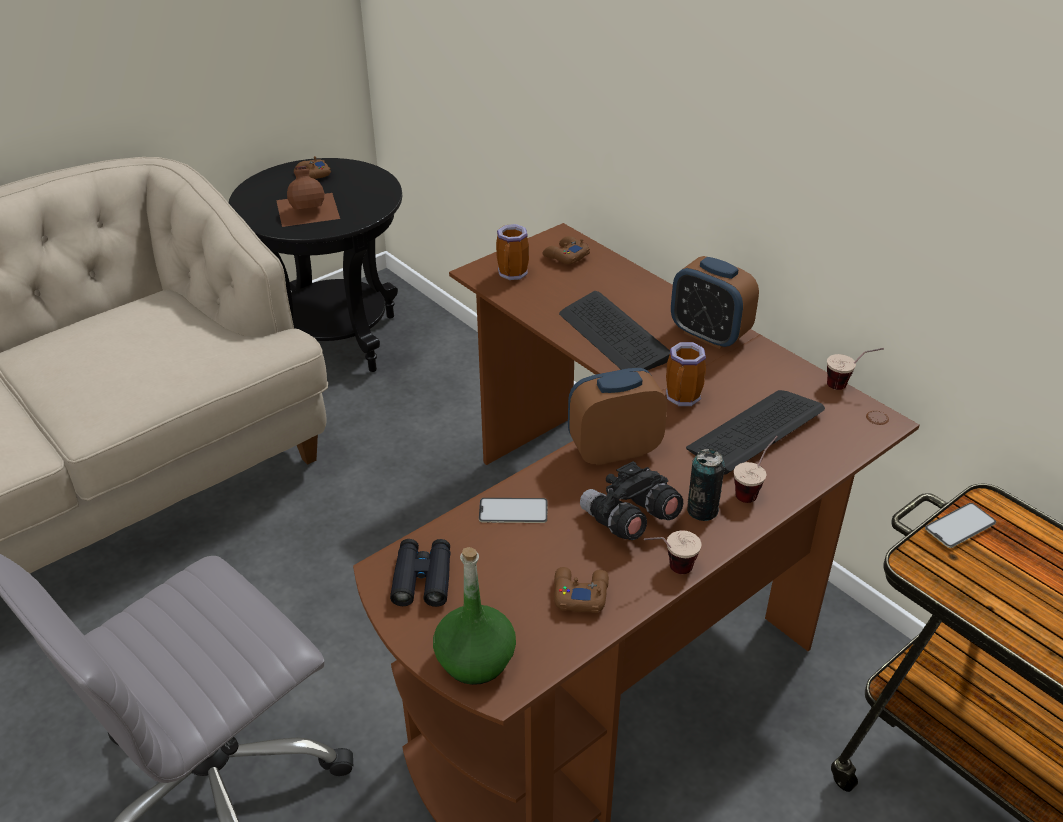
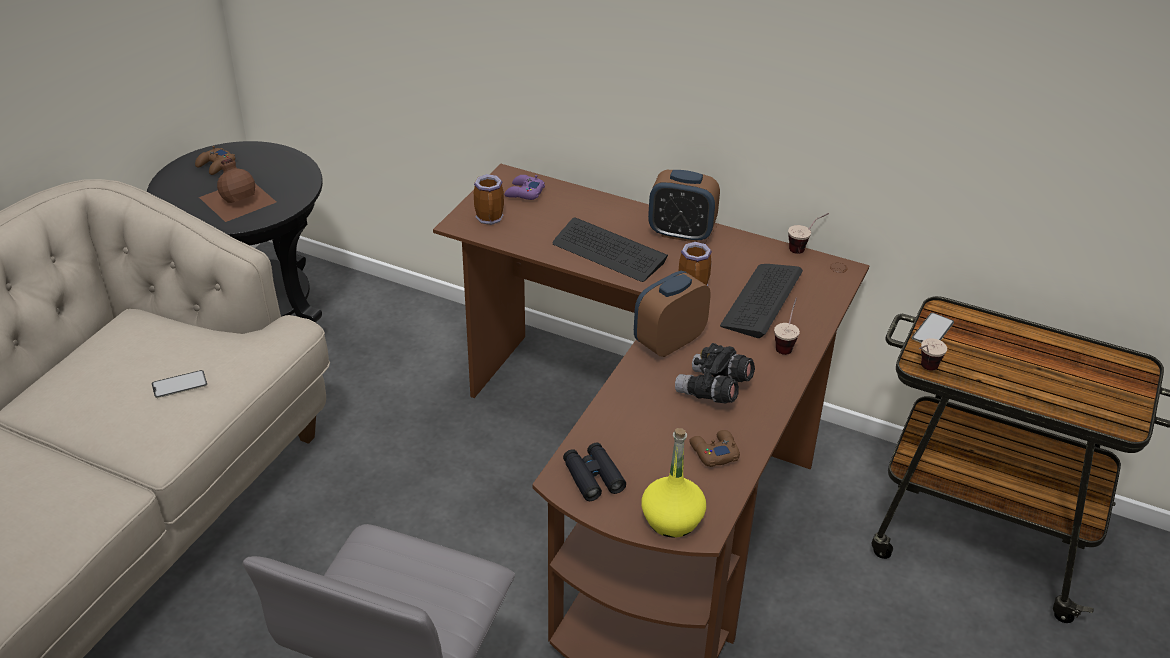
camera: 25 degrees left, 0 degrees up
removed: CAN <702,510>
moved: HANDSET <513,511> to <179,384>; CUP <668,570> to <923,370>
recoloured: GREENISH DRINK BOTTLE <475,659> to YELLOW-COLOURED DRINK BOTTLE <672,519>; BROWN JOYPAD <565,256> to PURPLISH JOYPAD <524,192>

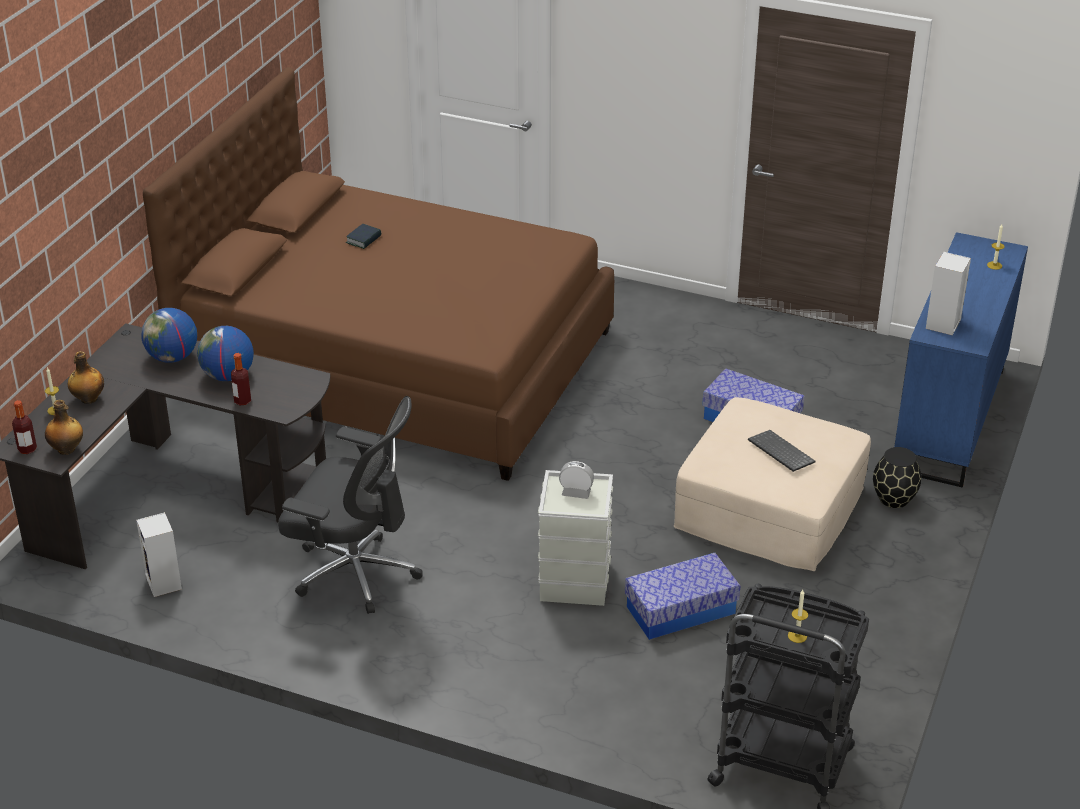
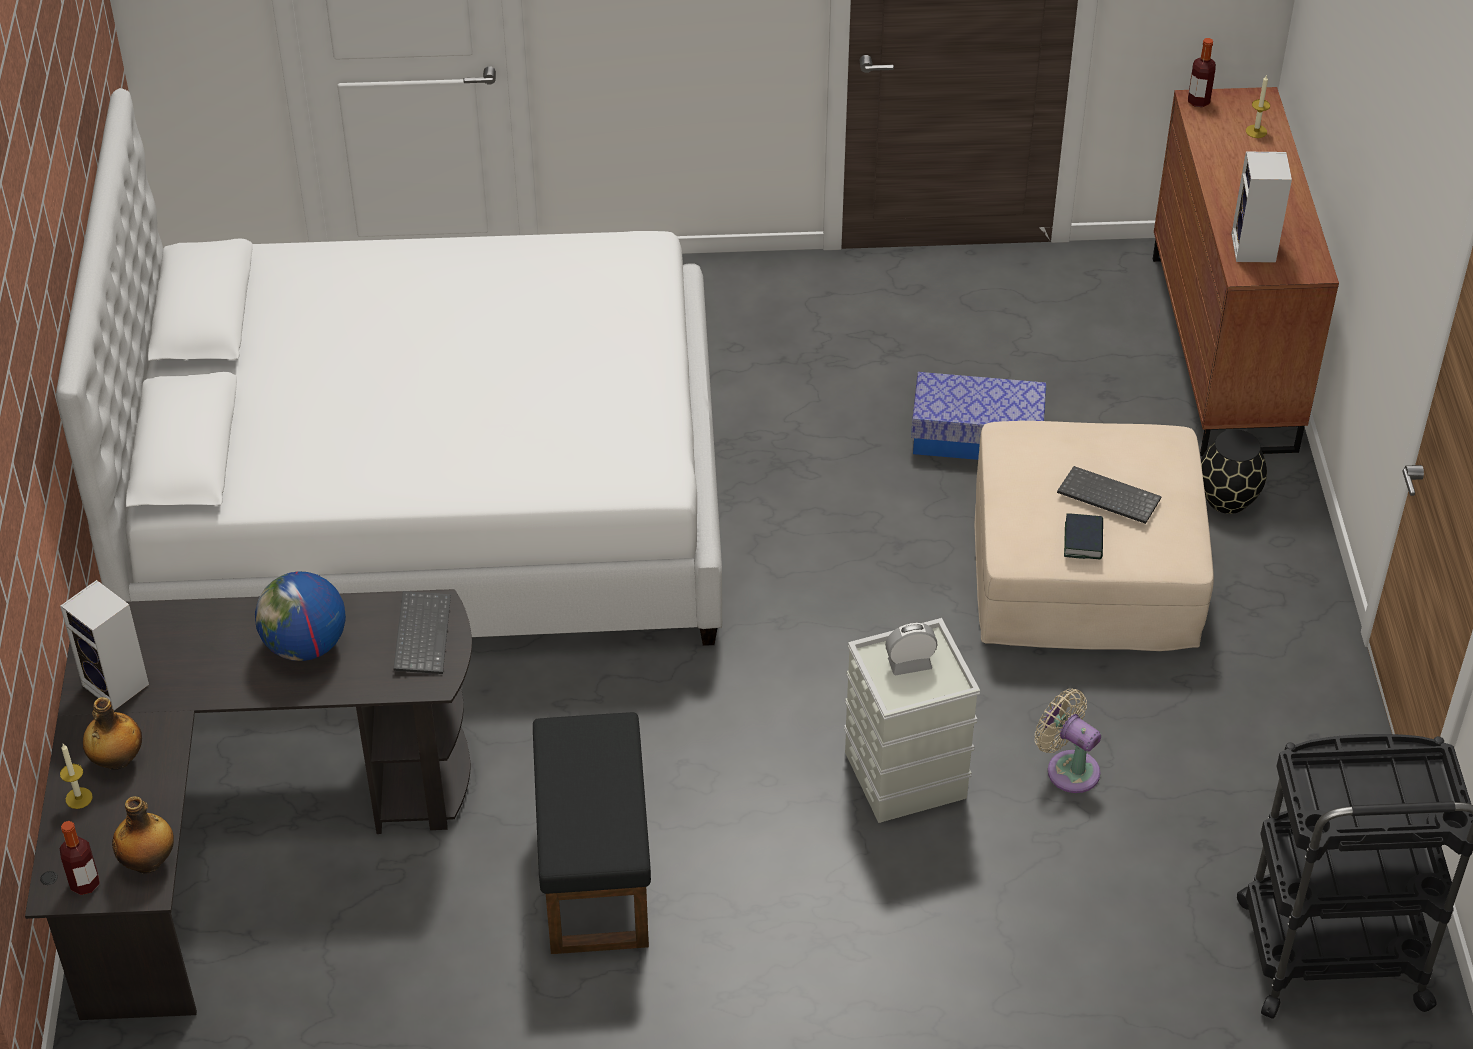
camera: 25 degrees left, 10 degrees up
removed: WORLD GLOBE <172,357>; WAX LIGHT <797,636>
added: COMPUTER KEYBOARD <420,633>
moved: SPEAKER <165,584> to <118,685>; DRINK BOTTLE <242,401> to <1198,101>; BOOK <364,239> to <1083,540>
replaced: DESK CHAIR <353,574> to BLACK POUFFE <597,875>; STORAGE BIN <680,610> to BEIGE FAN <1068,768>
recoloured: BROWN SLEEPING BED <396,362> to WHITISH SLEEPING BED <428,500>; BLUE CHEST OF DRAWERS <951,420> to BROWN CHEST OF DRAWERS <1225,352>

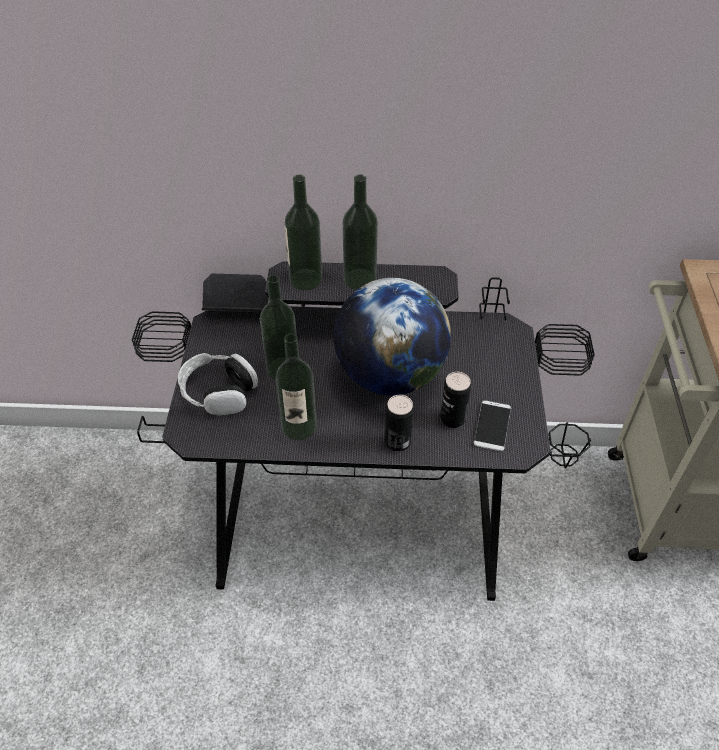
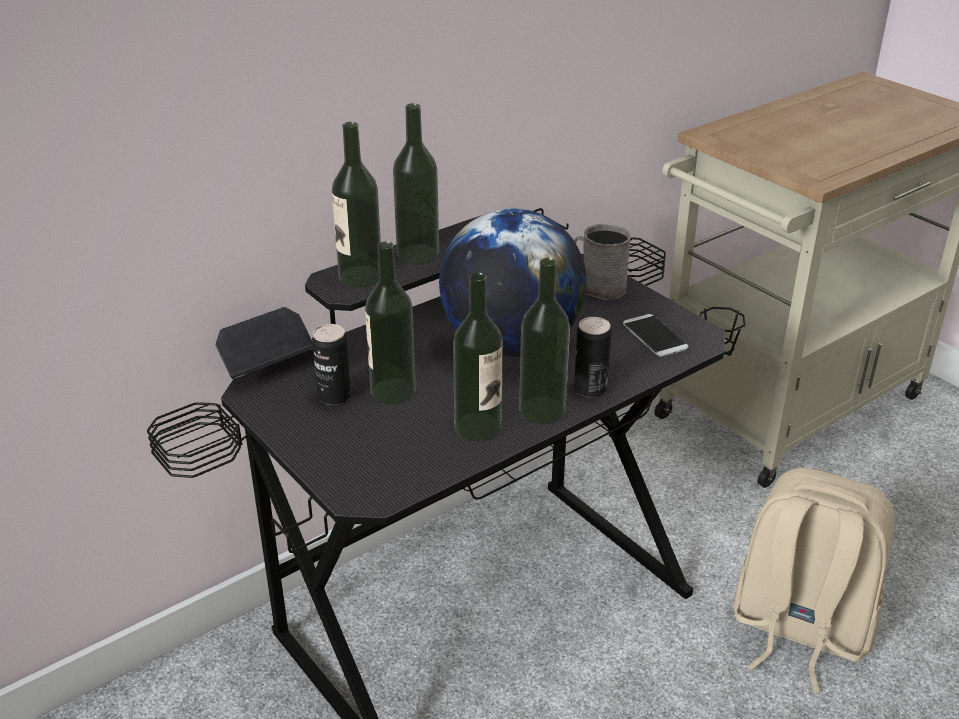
camera: 40 degrees left, 15 degrees down
removed: HEADSET <219,392>
added: DRINK BOTTLE <542,410>; GREYISH MUG <597,286>; BEIGE RUCKSACK <798,630>
moved: CAN <452,419> to <334,396>

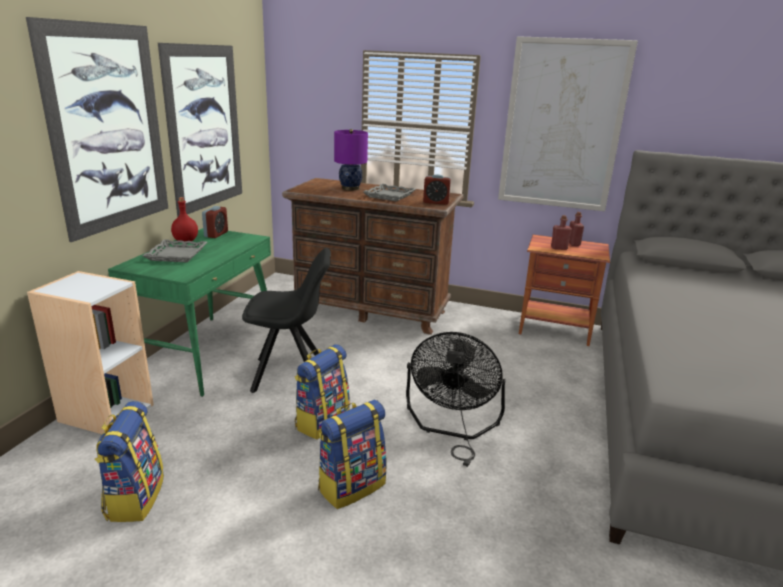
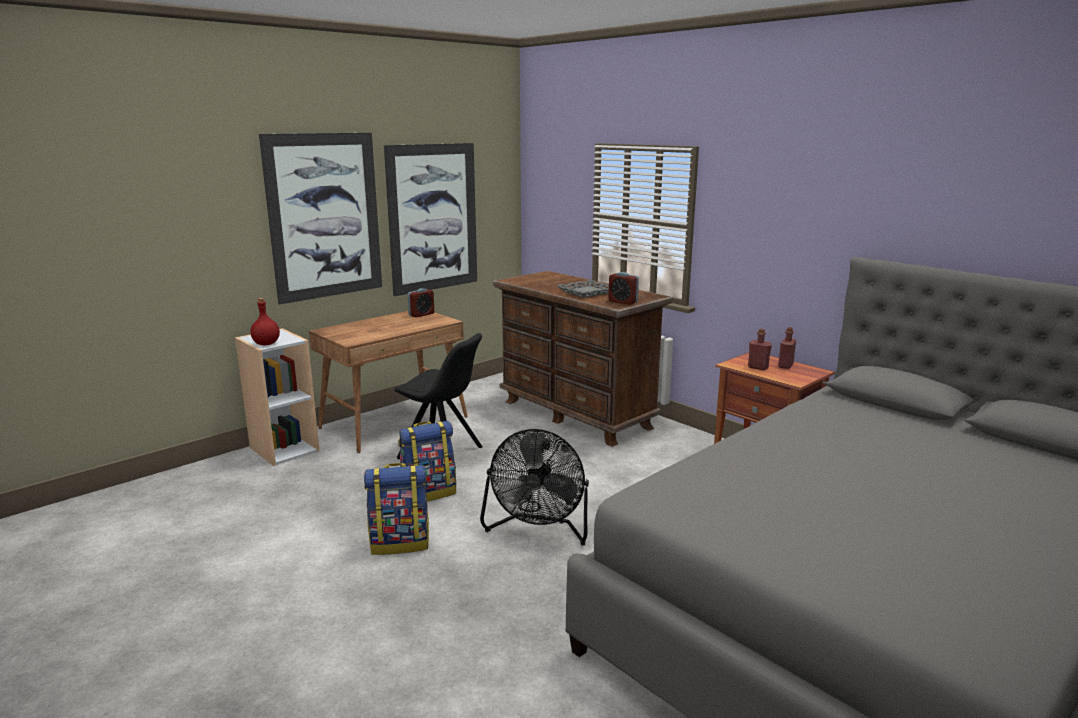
camera: 30 degrees right, 5 degrees down
removed: RUCKSACK <134,497>; GREYISH CARRYING TRAY <176,255>; PURPLISH TABLETOP LAMP <350,188>; PICTURE <562,126>
moved: RED-COLOURED DRINK BOTTLE <185,241> to <266,344>
recoloured: GREENISH DESK TABLE <207,353> to BROWN DESK TABLE <394,422>
turned: BLACK FAN <452,428> = <535,526> 150 degrees clockwise

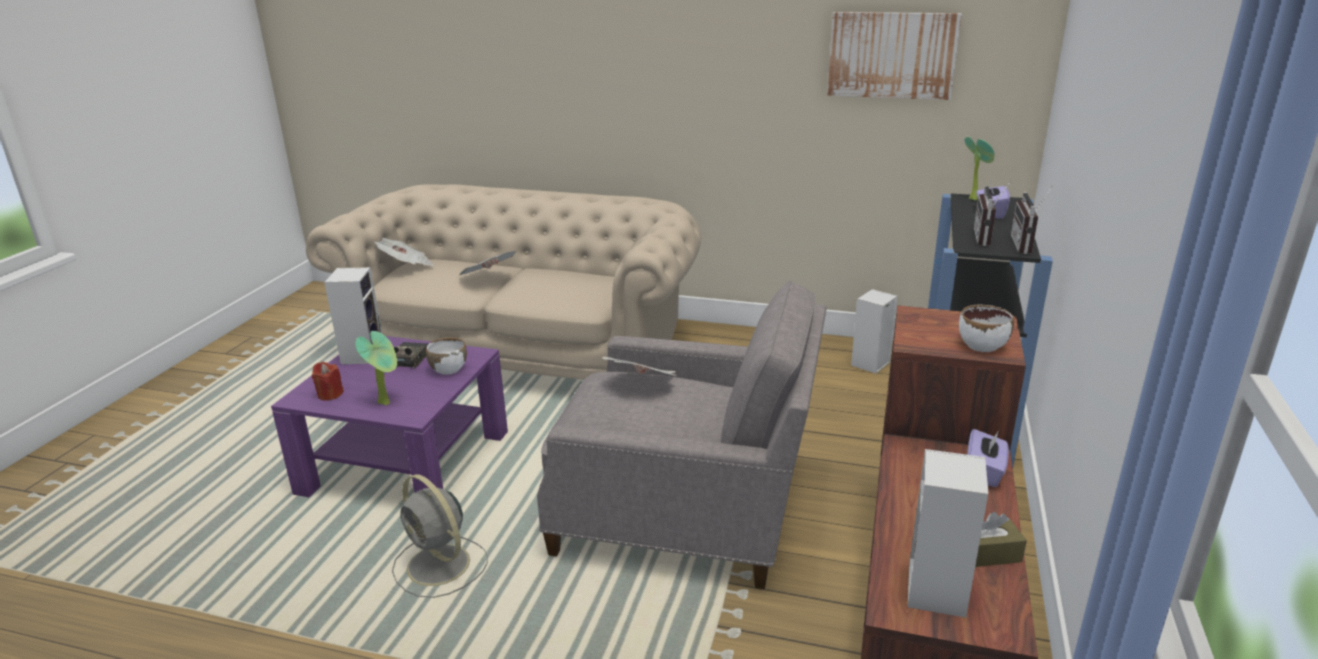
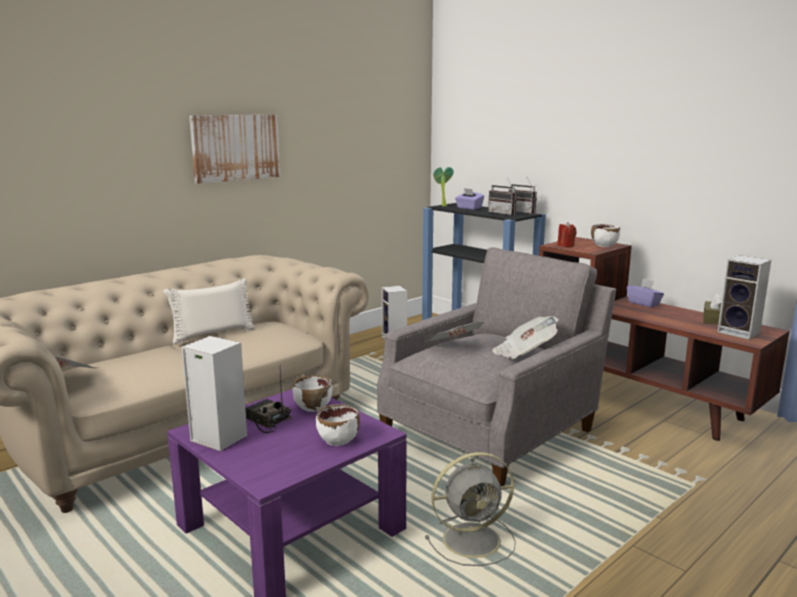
camera: 60 degrees left, 10 degrees down
added: WHITISH CUSHION <212,334>
moved: RED-COLOURED WAX LIGHT <330,394> to <566,245>; PRINTED PAPER <488,278> to <524,353>; PICTURE <892,55> to <236,147>
replaced: HOUSEPLANT <387,402> to WHITISH BOWL <338,440>

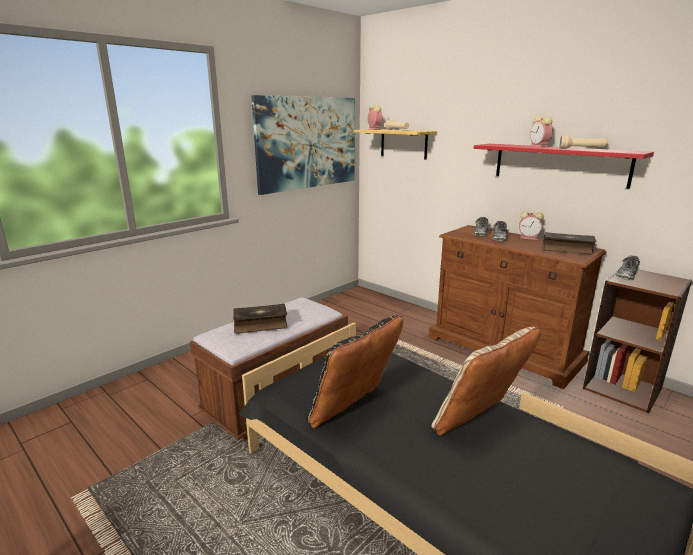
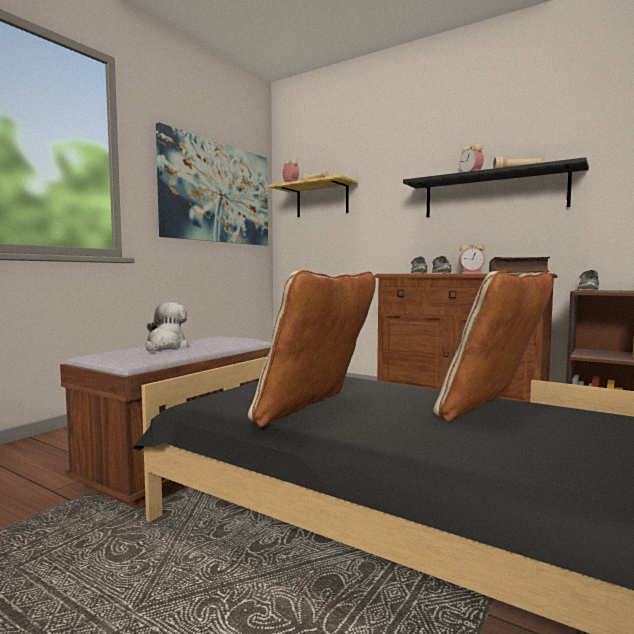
camera: 10 degrees left, 15 degrees down
replaced: BOOK <260,325> to PLUSH TOY <166,347>
recoloured: BLACK CUSHION <355,411> to BEIGE CUSHION <317,412>; RED-COLOURED SHELF <559,164> to BLACK SHELF <493,194>

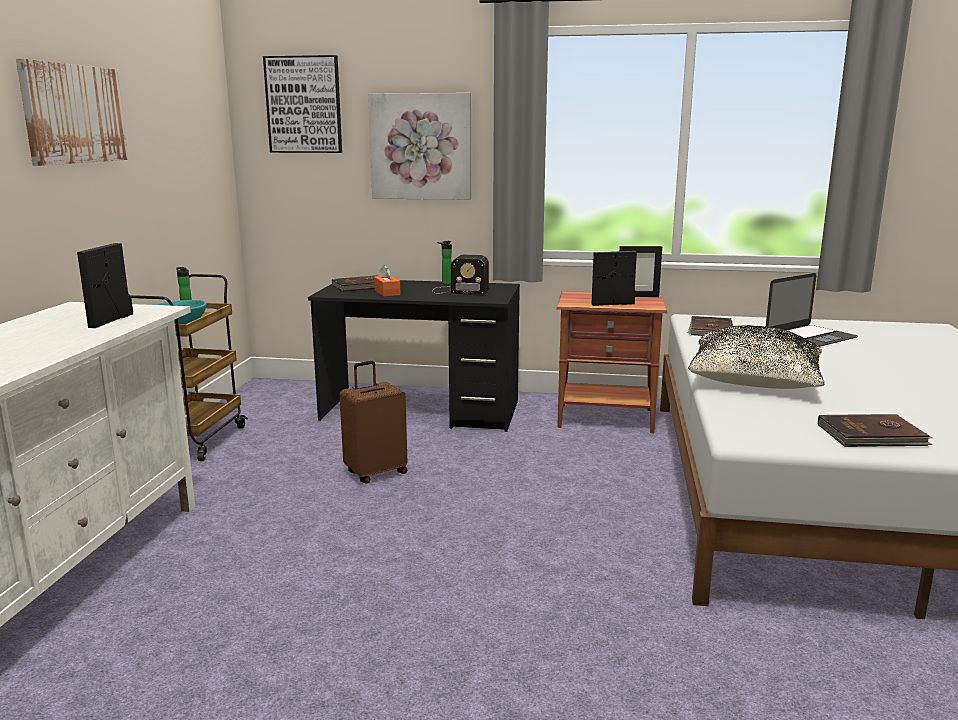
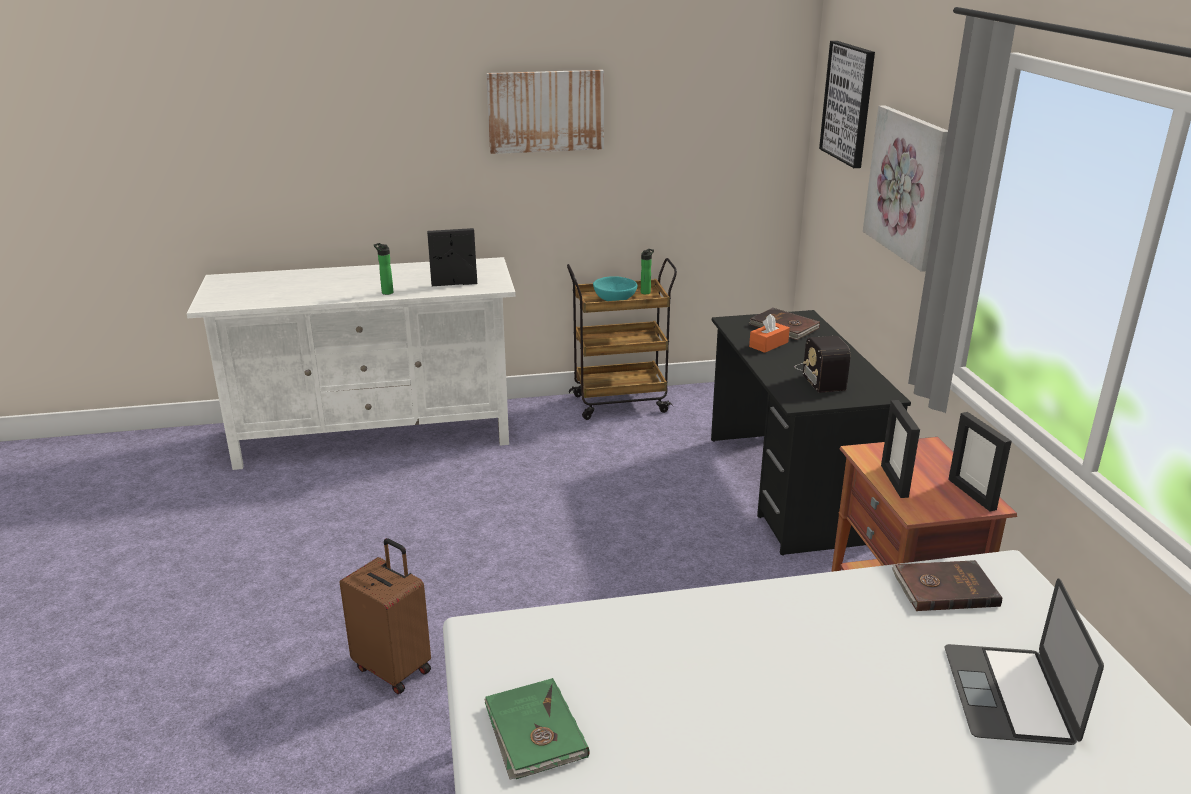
camera: 70 degrees right, 10 degrees up
removed: BEIGE CUSHION <754,378>
moved: BROWN PIECE OF LUGGAGE <375,472> to <394,668>; DRINK BOTTLE <445,283> to <386,292>
recoloured: BROWN BOOK <872,435> to GREENISH BOOK <534,732>
turned: PHOTO FRAME <613,304> = <895,481> 150 degrees counterclockwise; PORTABLE COMPUTER <810,336> = <1009,694> 60 degrees clockwise

